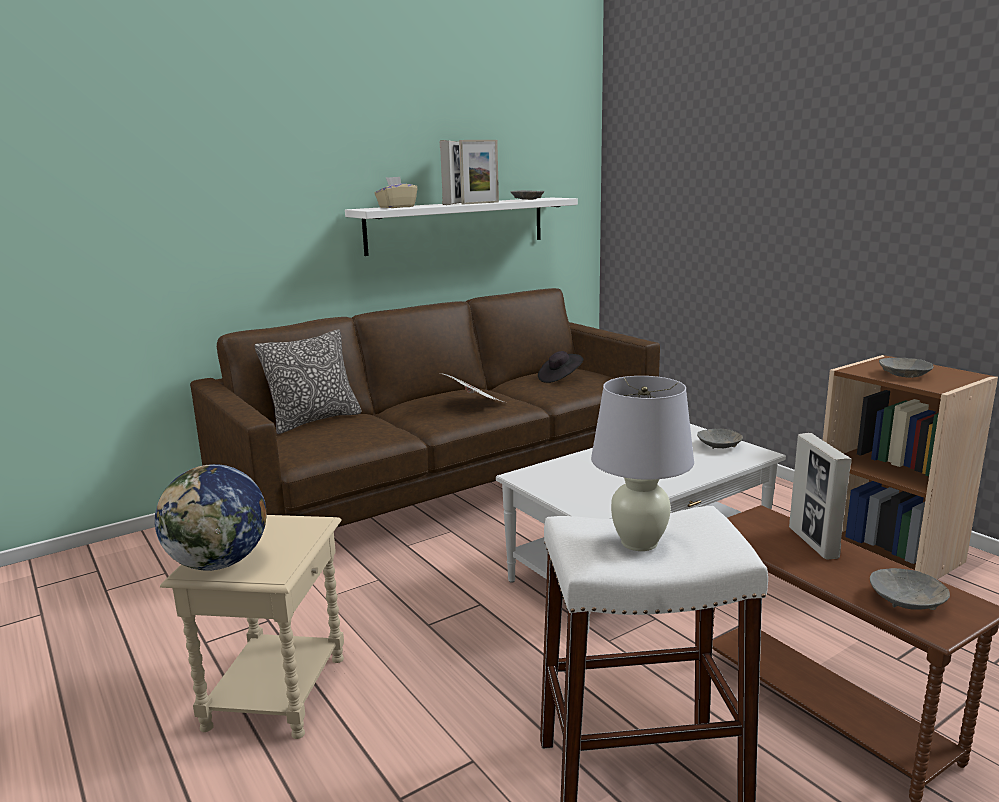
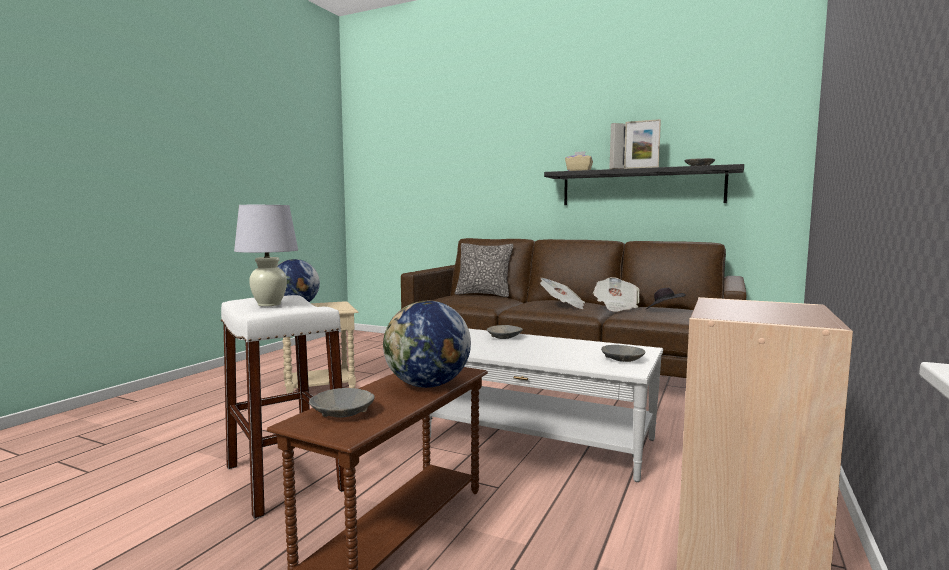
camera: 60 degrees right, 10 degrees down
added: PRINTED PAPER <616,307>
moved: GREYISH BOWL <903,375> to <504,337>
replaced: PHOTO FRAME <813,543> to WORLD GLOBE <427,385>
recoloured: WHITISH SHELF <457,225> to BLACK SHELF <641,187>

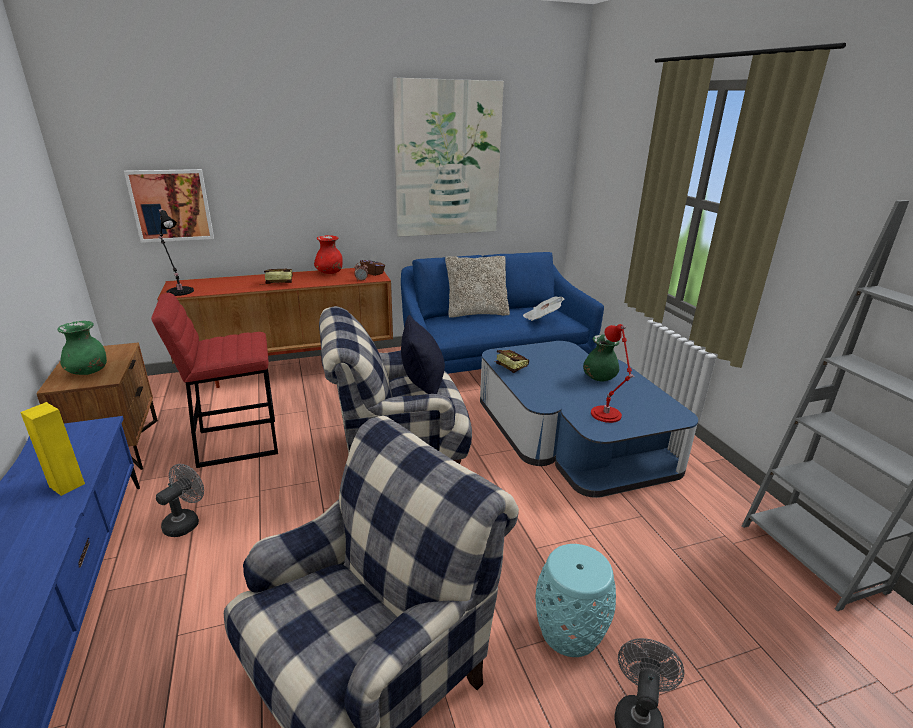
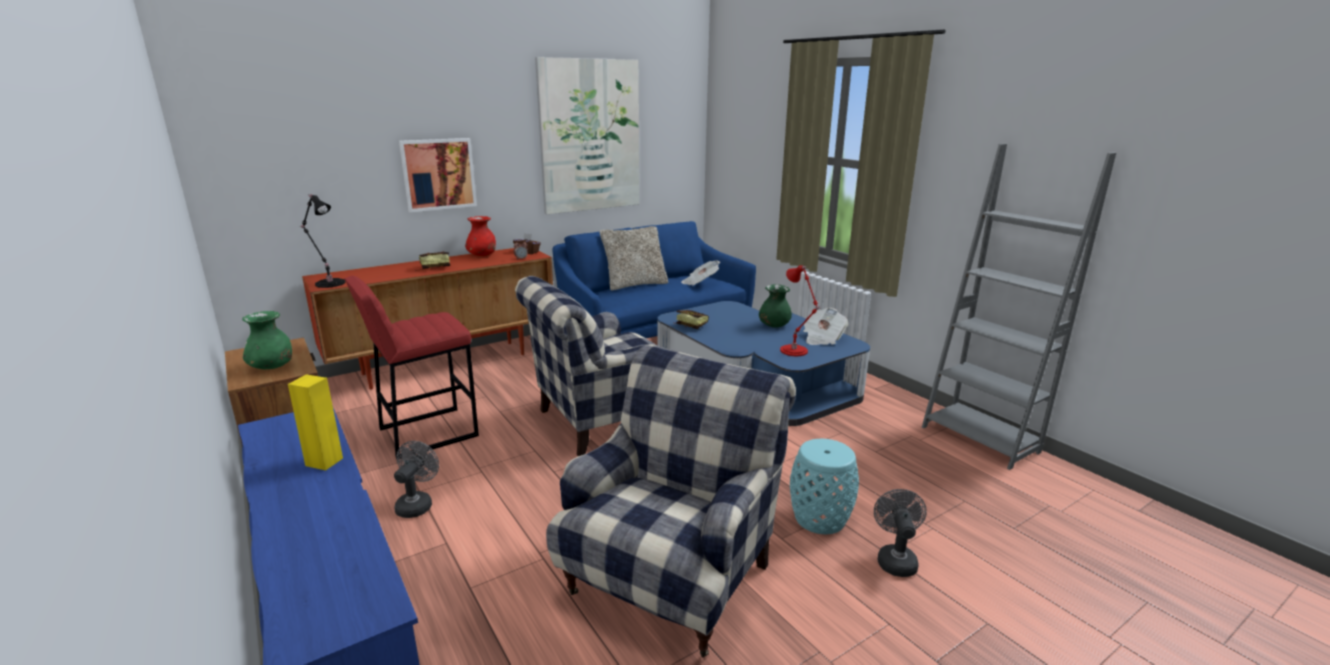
camera: 15 degrees left, 5 degrees down
removed: BLACK CUSHION <423,384>
added: PRINTED PAPER <822,338>
moved: PICTURE <171,205> to <438,174>

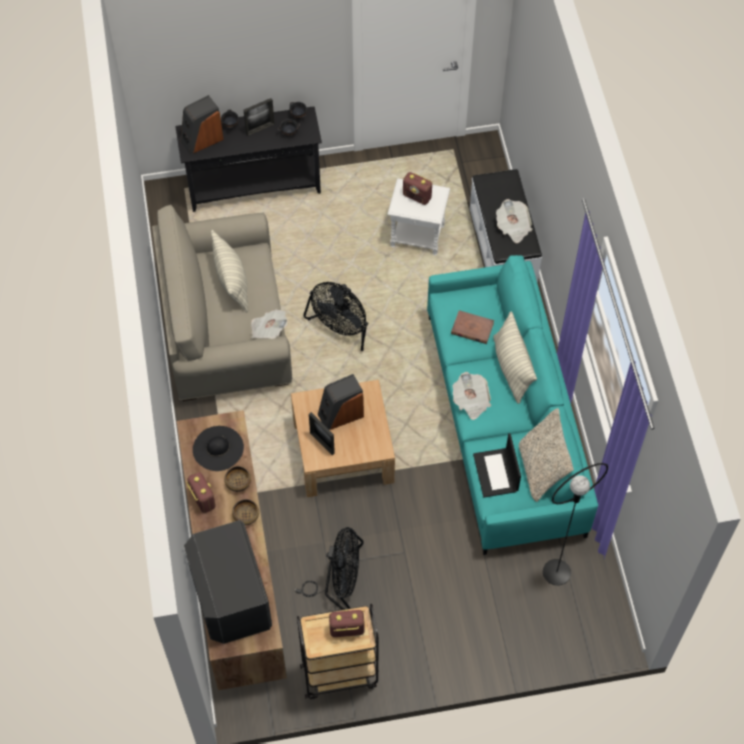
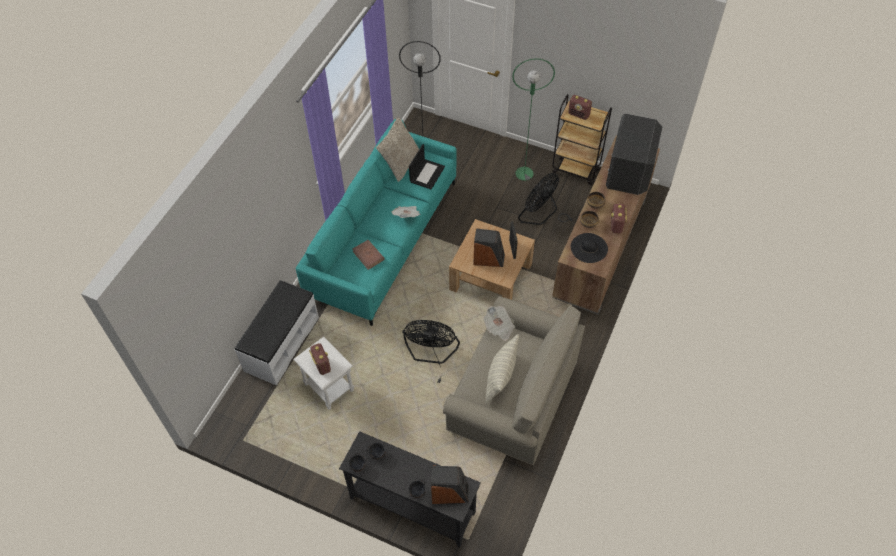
camera: 145 degrees left, 5 degrees down
removed: PHOTO FRAME <260,129>; CUSHION <511,368>; PRINTED PAPER <513,227>
added: GREENISH FLOOR LAMP <524,173>
turned: BLACK FAN <341,324> = <431,355> 60 degrees counterclockwise

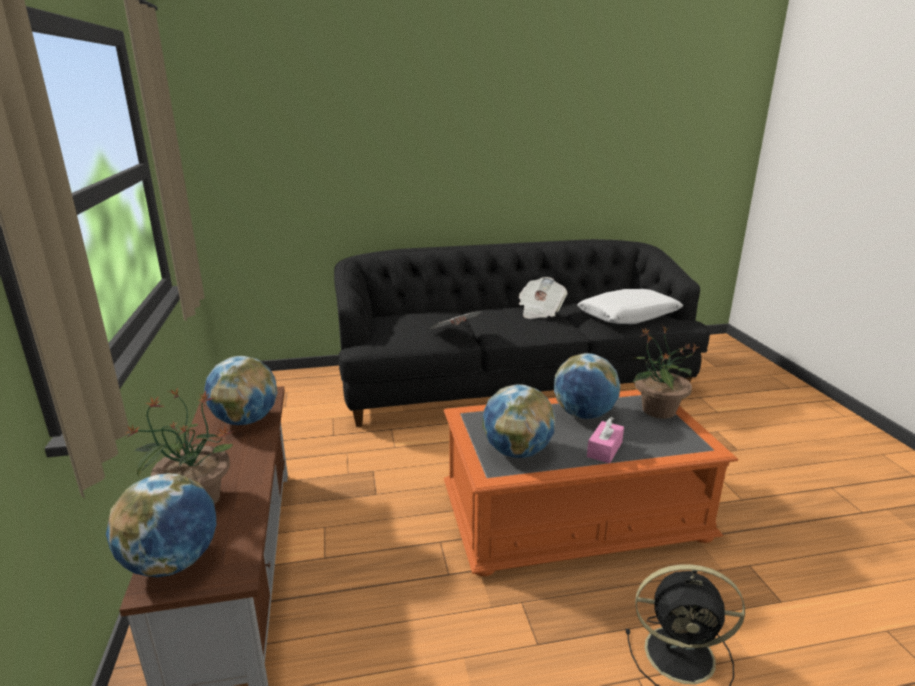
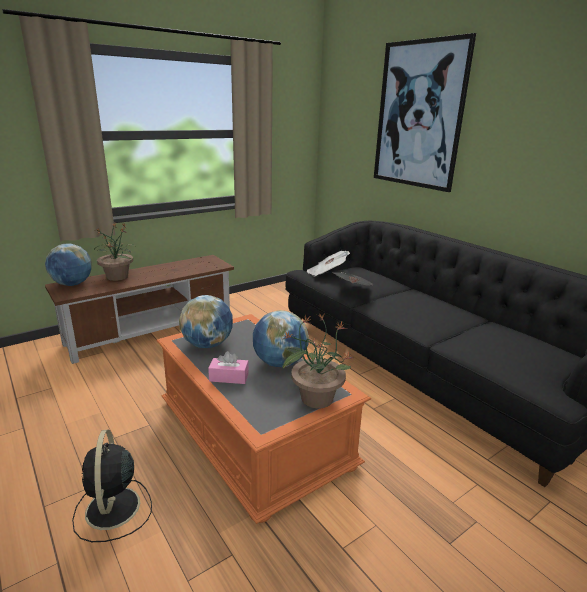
camera: 65 degrees right, 0 degrees up
removed: WORLD GLOBE <246,420>; WHITISH CUSHION <628,316>
added: PICTURE <419,115>
moved: PRINTED PAPER <540,311> to <326,273>

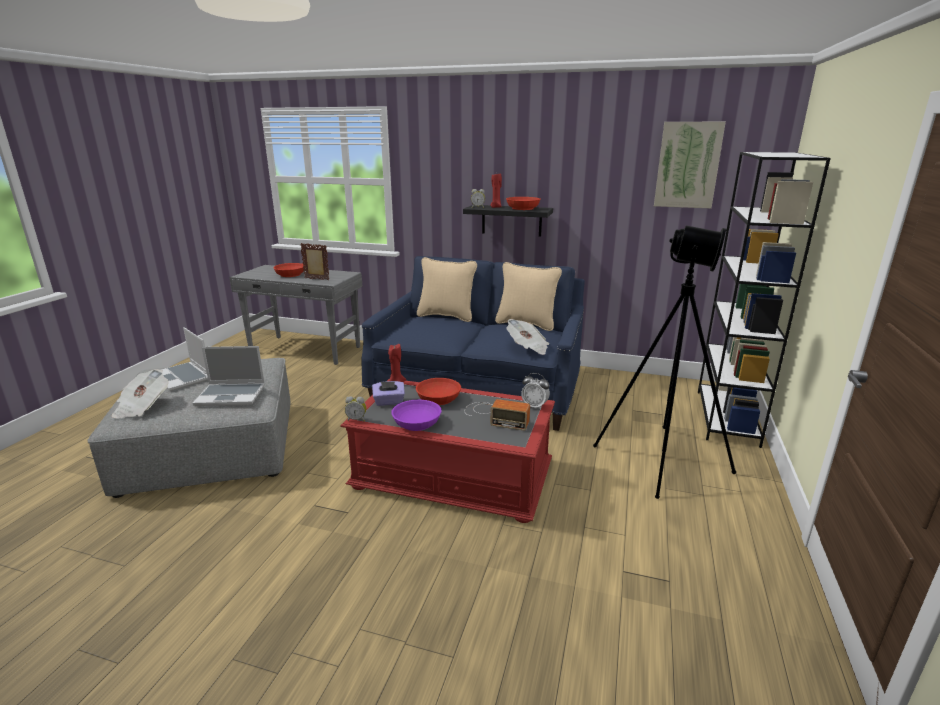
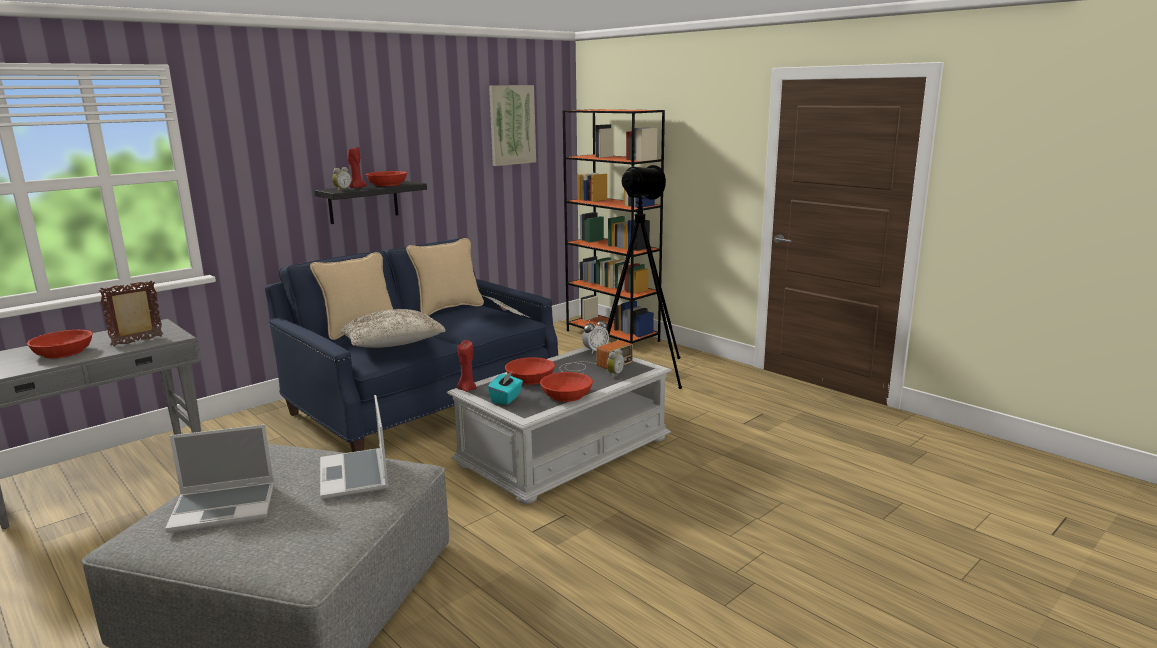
camera: 60 degrees left, 5 degrees down
removed: PRINTED PAPER <142,407>
added: BEIGE CUSHION <392,345>
moved: BEDSIDE CLOCK <357,419> to <614,375>
recoloured: RED-COLOURED COFFEE TABLE <454,475> to WHITISH COFFEE TABLE <565,450>; PURPLISH TISSUE HOLDER <389,402> to TURQUOISE-COLOURED TISSUE HOLDER <506,399>; PURPLISH BOWL <417,423> to RED-COLOURED BOWL <566,395>; WHITISH BOOKCASE <727,418> to ORANGE BOOKCASE <613,336>
turned: PORTABLE COMPUTER <232,395> = <355,475> 135 degrees clockwise

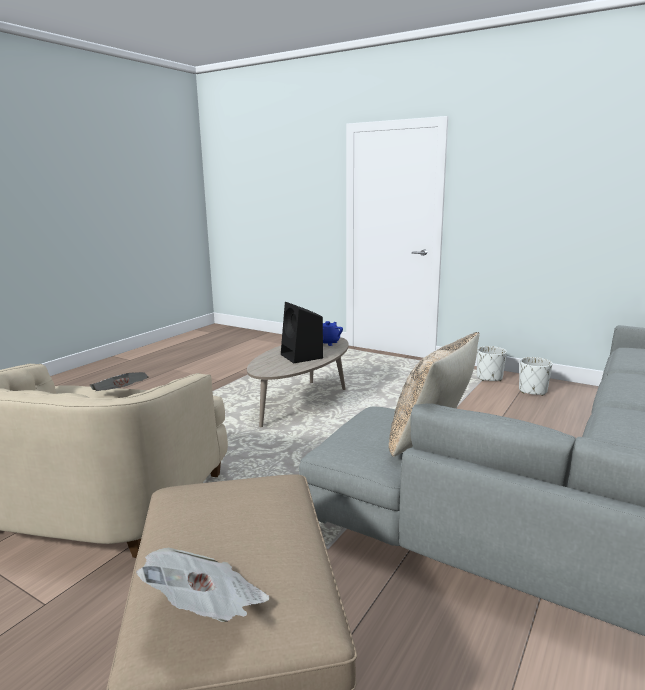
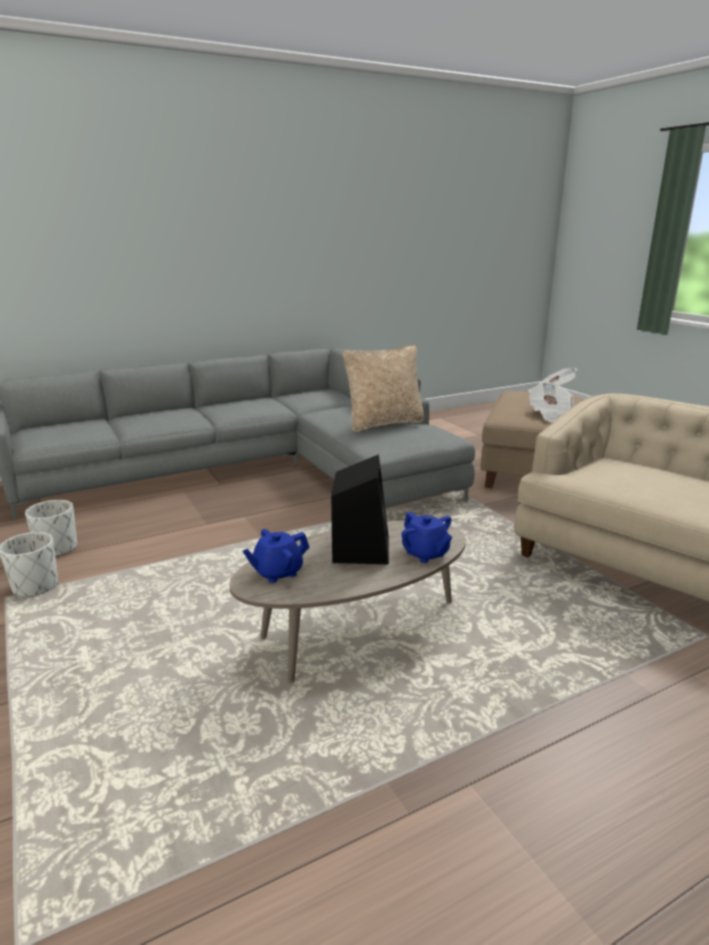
camera: 150 degrees left, 5 degrees up
added: BLUE POT FOR TEA <425,554>
moved: PRINTED PAPER <121,396> to <550,415>

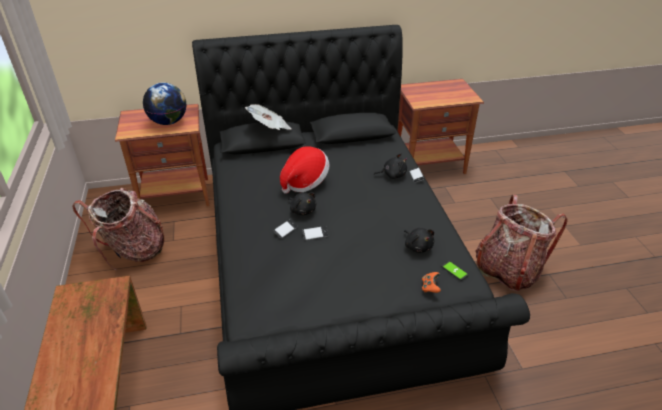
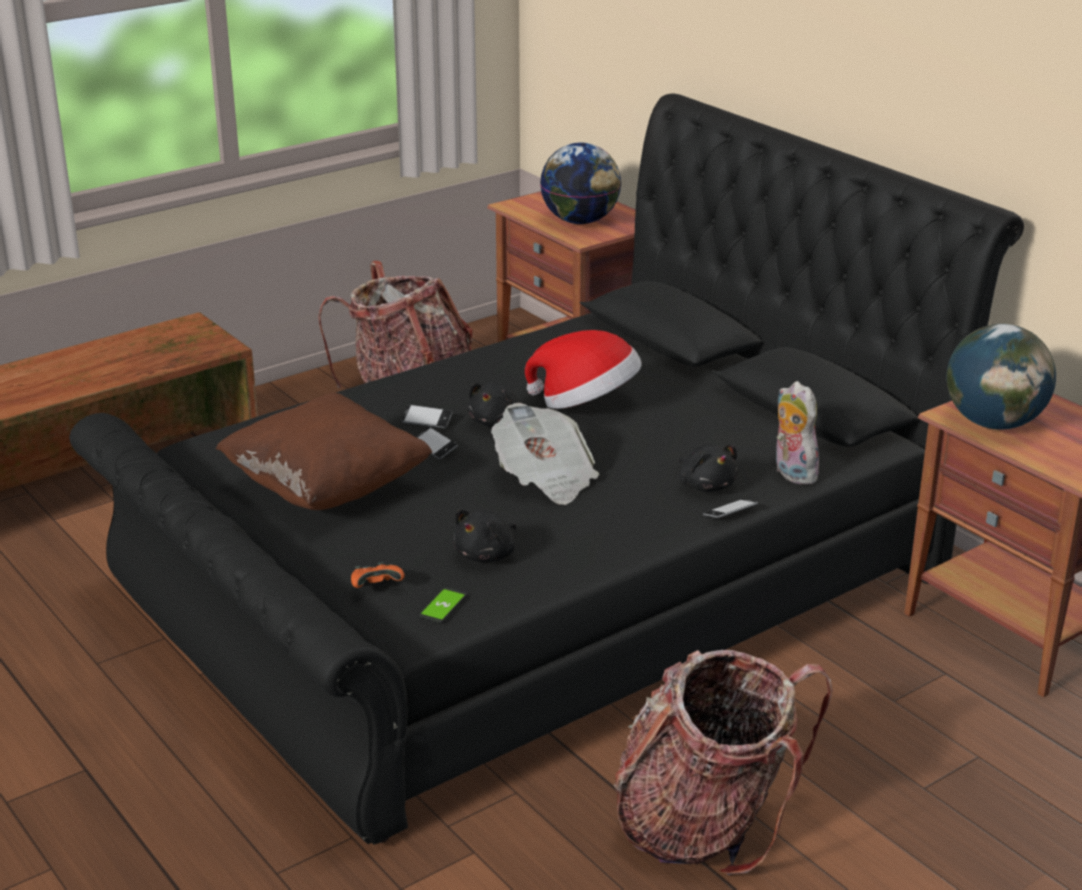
camera: 65 degrees right, 10 degrees down
added: BROWN CUSHION <327,488>; PLUSH TOY <791,473>; WORLD GLOBE <993,423>
moved: PRINTED PAPER <270,128> to <545,479>

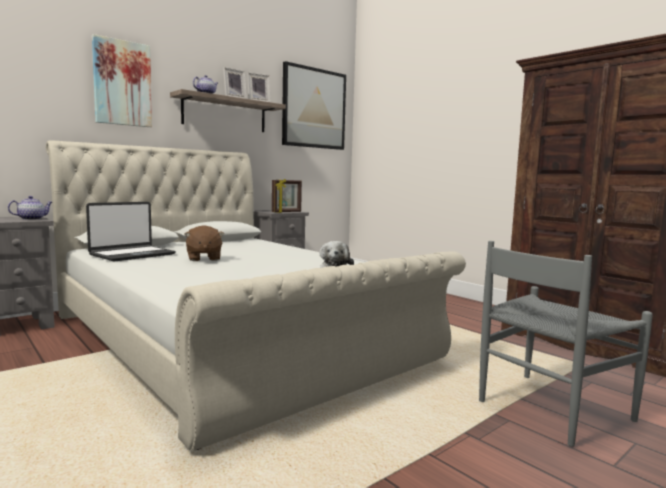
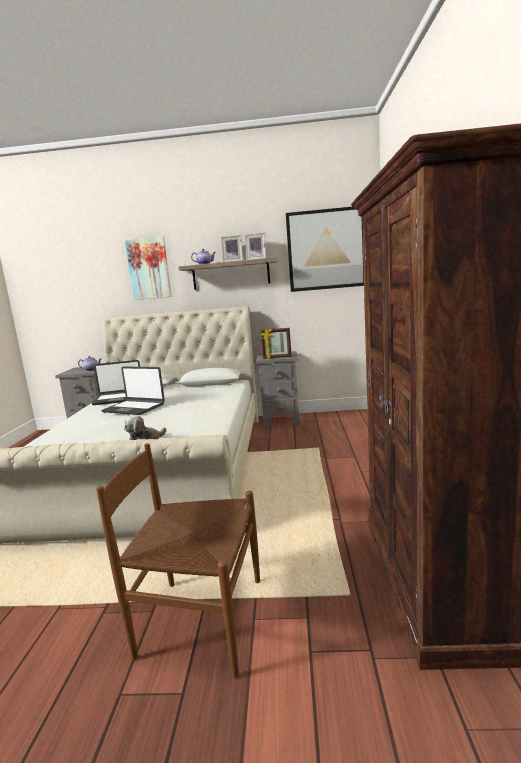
camera: 45 degrees right, 5 degrees up
replaced: BROWN PLUSH TOY <203,258> to PORTABLE COMPUTER <134,408>
recoloured: GREYISH PLAIN CHAIR <549,409> to BROWN PLAIN CHAIR <199,620>

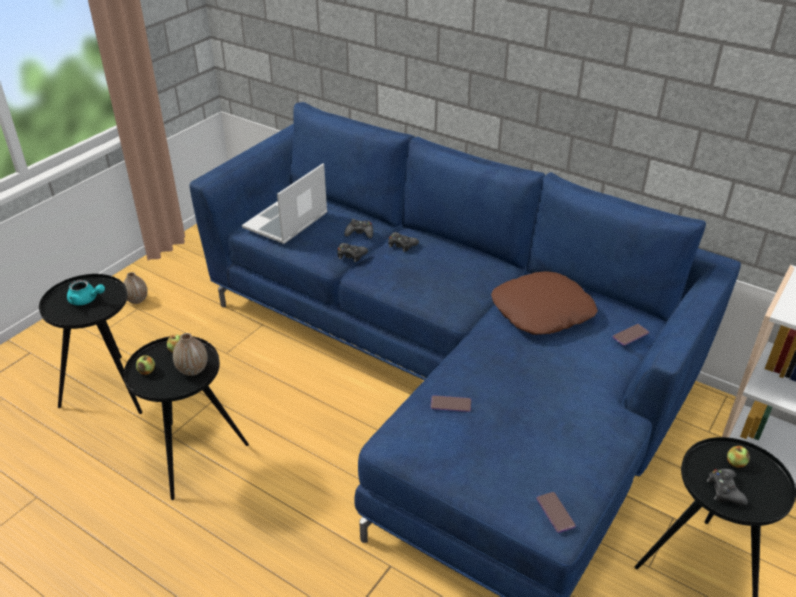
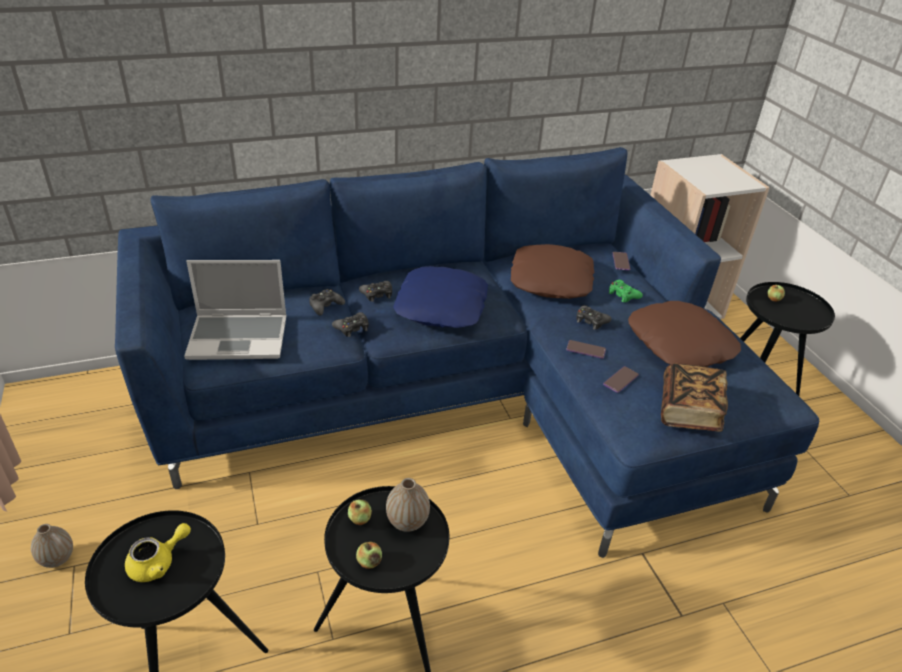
camera: 55 degrees left, 0 degrees up
added: BLUE CUSHION <442,306>; GREENISH JOYPAD <623,295>; BROWN CUSHION <680,343>; BOOK <689,410>
moved: HANDSET <555,512> to <586,350>; BLACK JOYPAD <724,490> to <591,321>
recoloured: TURQUOISE-COLOURED POT FOR TEA <86,300> to YELLOW-COLOURED POT FOR TEA <158,563>
turned: PORTABLE COMPUTER <286,222> = <240,337> 75 degrees counterclockwise

